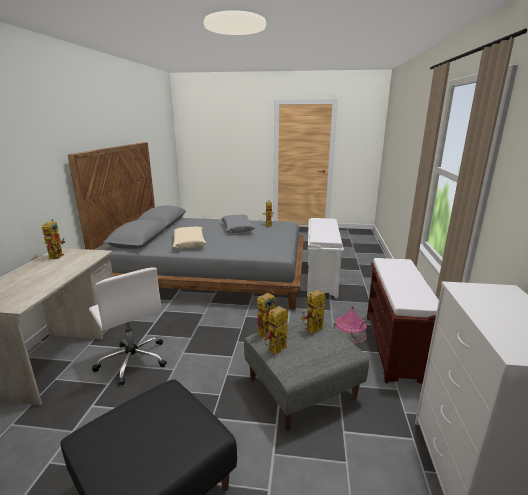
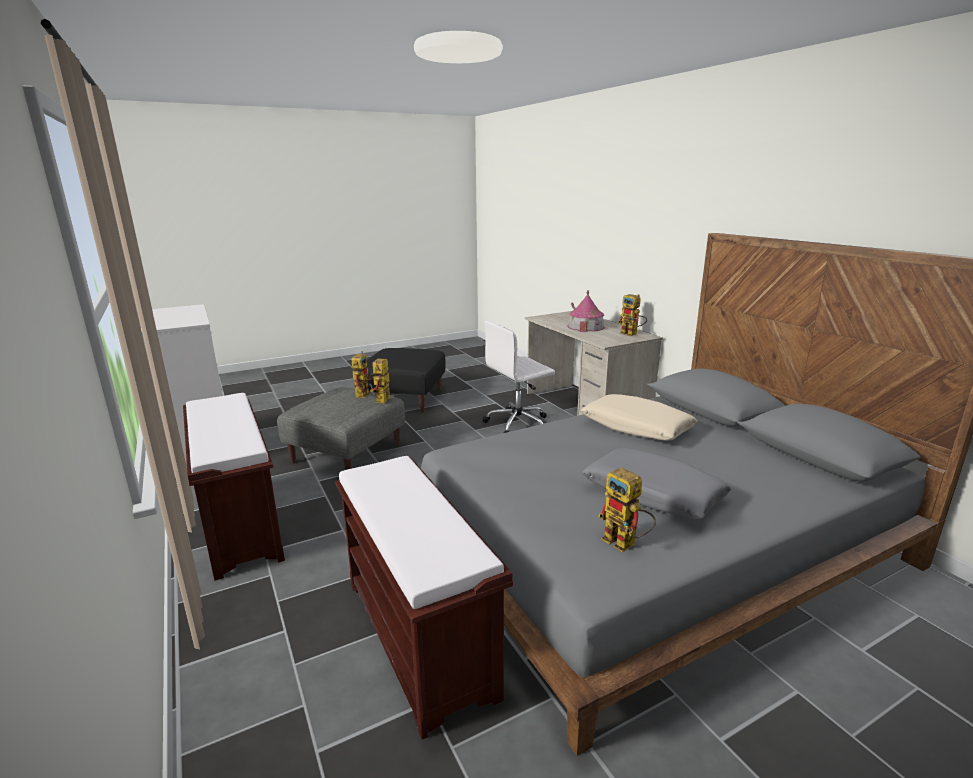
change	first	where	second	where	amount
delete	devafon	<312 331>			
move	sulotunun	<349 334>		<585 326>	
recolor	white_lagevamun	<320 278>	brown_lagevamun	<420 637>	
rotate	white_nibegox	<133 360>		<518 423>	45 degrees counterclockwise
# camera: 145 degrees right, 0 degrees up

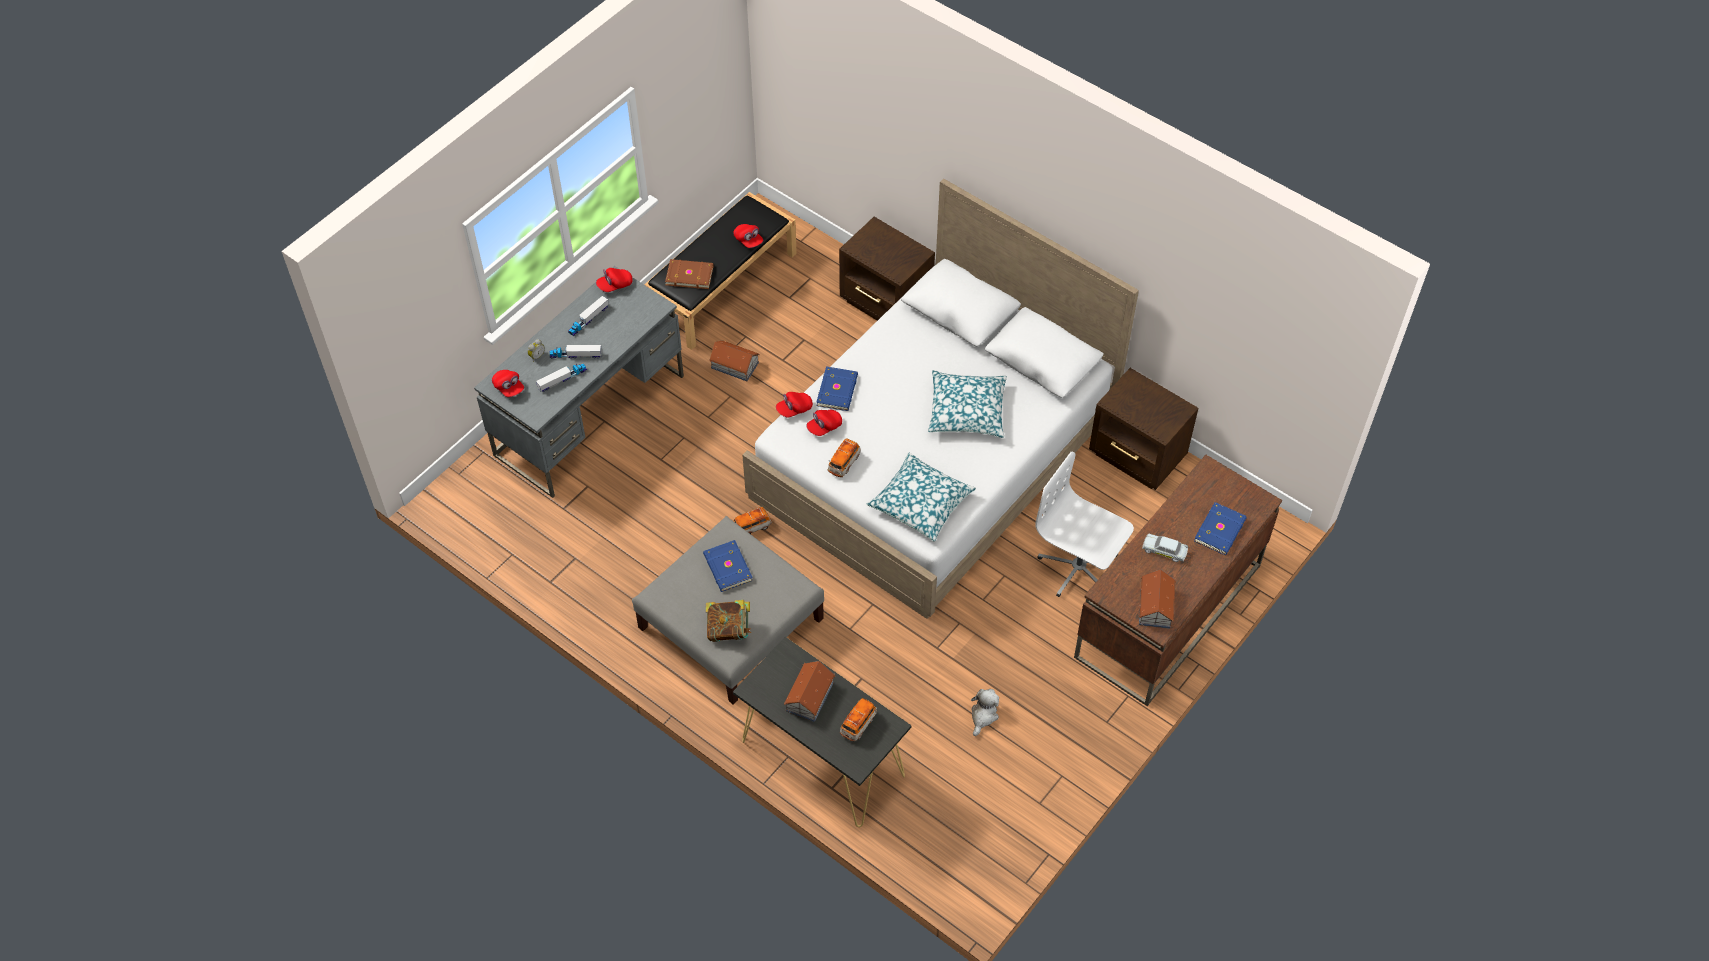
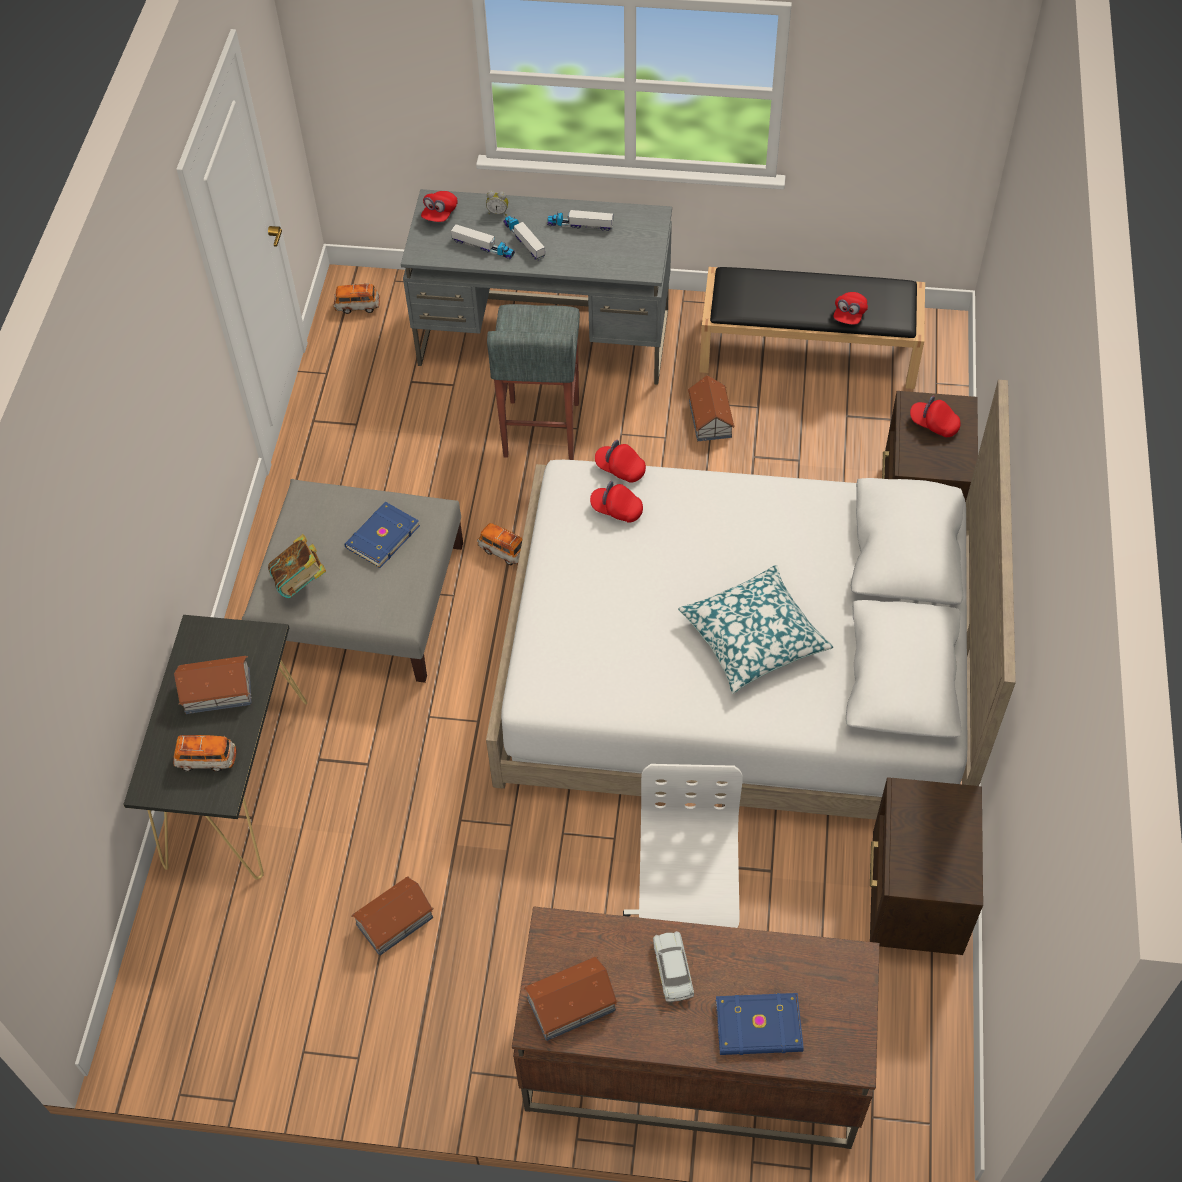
change	first	where	second	where	amount
delete	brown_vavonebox	<689 275>			
delete	blue_vavonebox	<838 390>			
delete	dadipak	<921 503>			
insert			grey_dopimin	<540 430>	
move	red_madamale	<615 285>		<933 424>	
move	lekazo	<844 463>		<357 306>	
replace	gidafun	<983 715>	sulotunun	<393 921>	
# camera: 60 degrees right, 0 degrees up

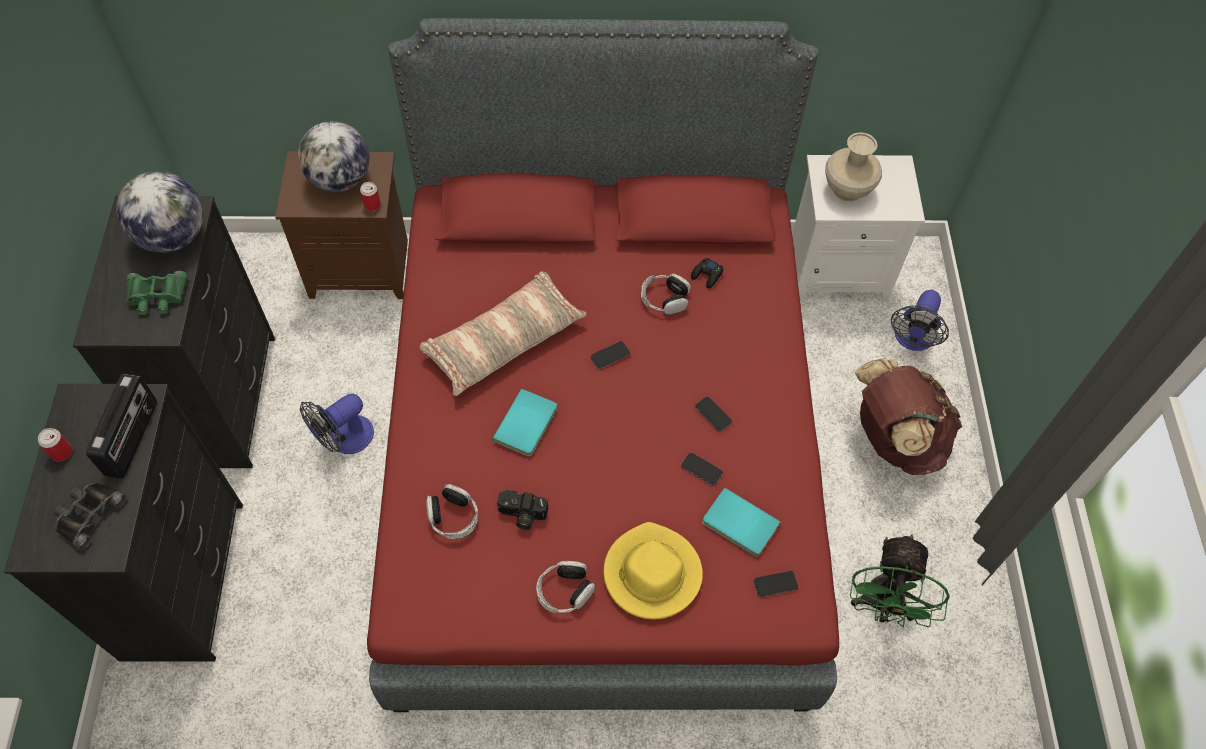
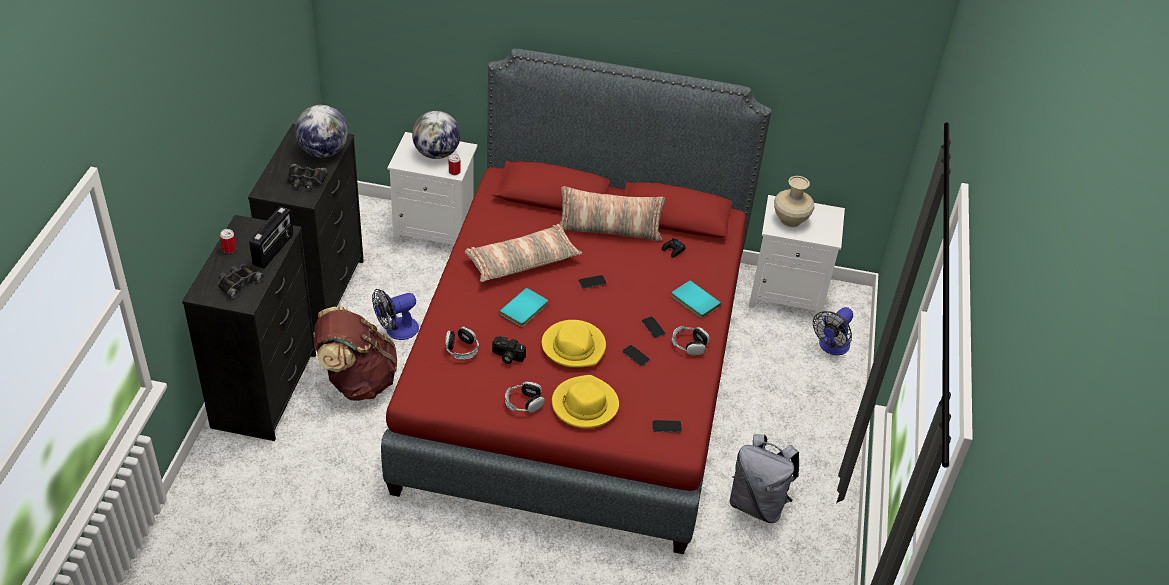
change	first	where	second	where	amount
insert			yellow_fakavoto	<574 346>	
insert			dadipak	<609 230>	
move	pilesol	<664 299>		<689 345>	
move	turquoise_vavonebox	<739 525>		<694 301>	
move	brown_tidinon	<894 439>		<357 381>	
replace	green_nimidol	<882 606>	grey_tidinon	<758 504>	
recolor	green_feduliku	<157 296>	black_feduliku	<306 180>	
recolor	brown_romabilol	<362 267>	white_romabilol	<436 230>	
# camera: 10 degrees right, 15 degrees down

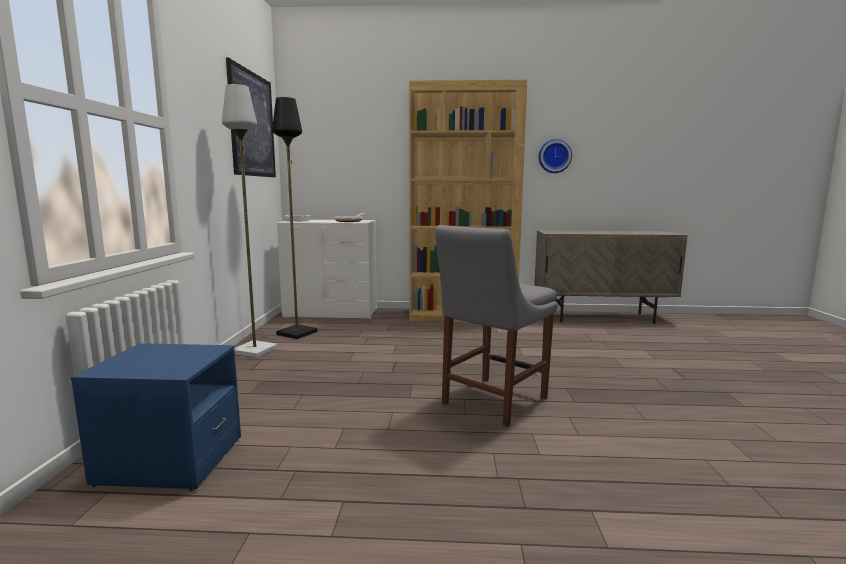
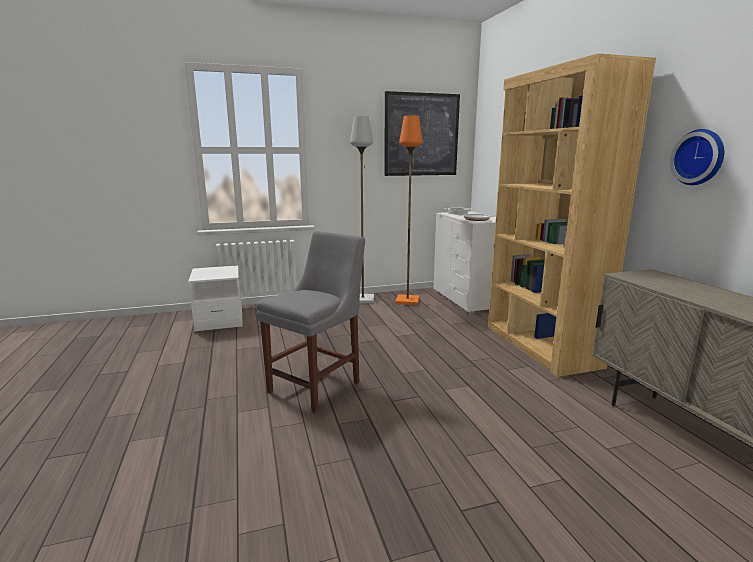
change	first	where	second	where	amount
recolor	blue_romabilol	<170 460>	white_romabilol	<219 321>	
recolor	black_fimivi	<297 333>	orange_fimivi	<408 301>	
rotate	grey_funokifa	<491 402>		<318 385>	105 degrees clockwise
# camera: 70 degrees right, 5 degrees up

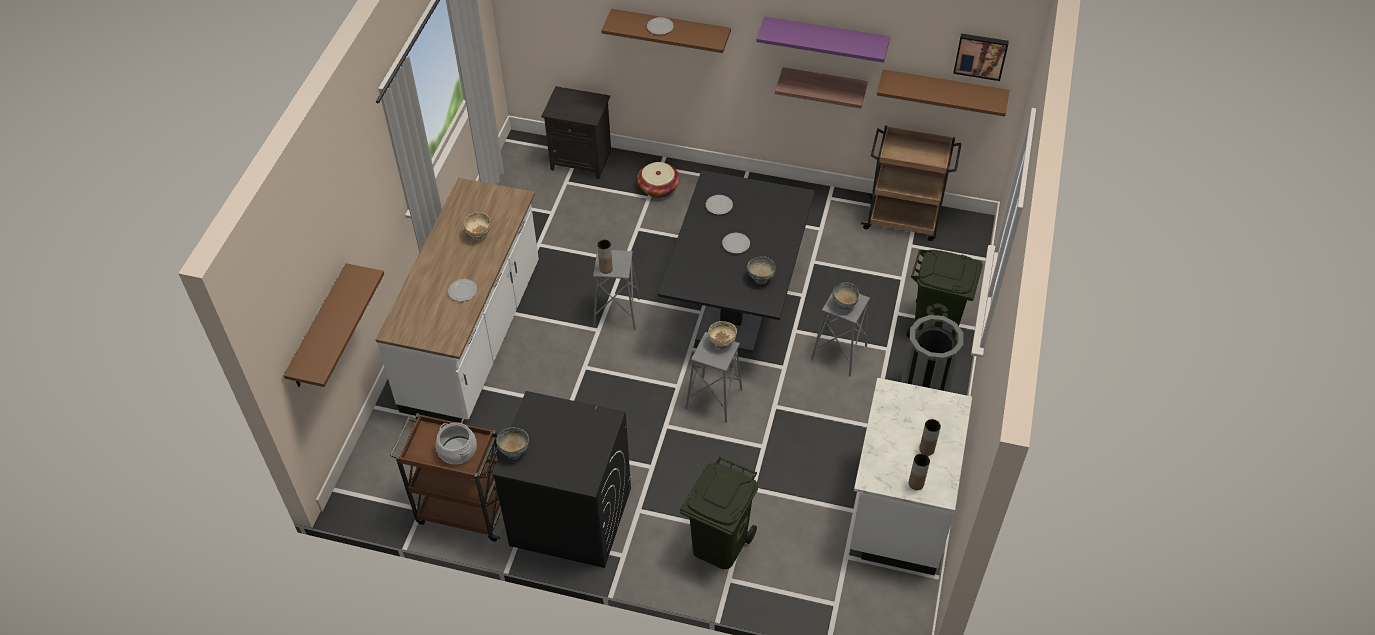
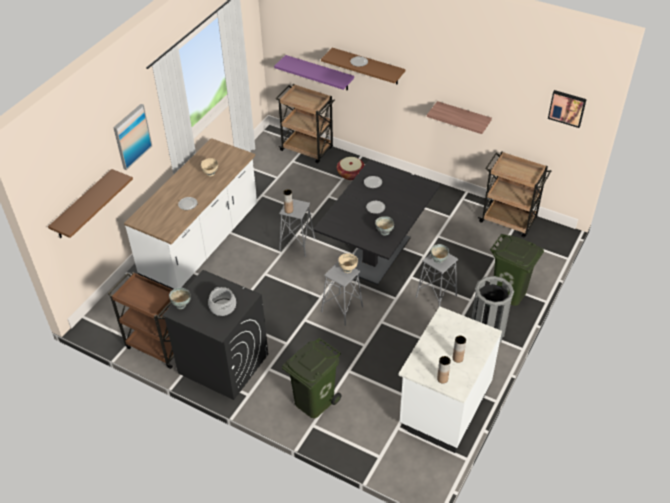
change	first	where	second	where	amount
delete	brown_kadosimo	<943 91>			
insert			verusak	<132 136>	
move	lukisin	<457 450>		<222 307>	
move	purple_kadosimo	<825 38>		<319 73>	
replace	black_romabilol	<582 160>	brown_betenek	<307 149>	
# camera: 15 degrees right, 5 degrees down

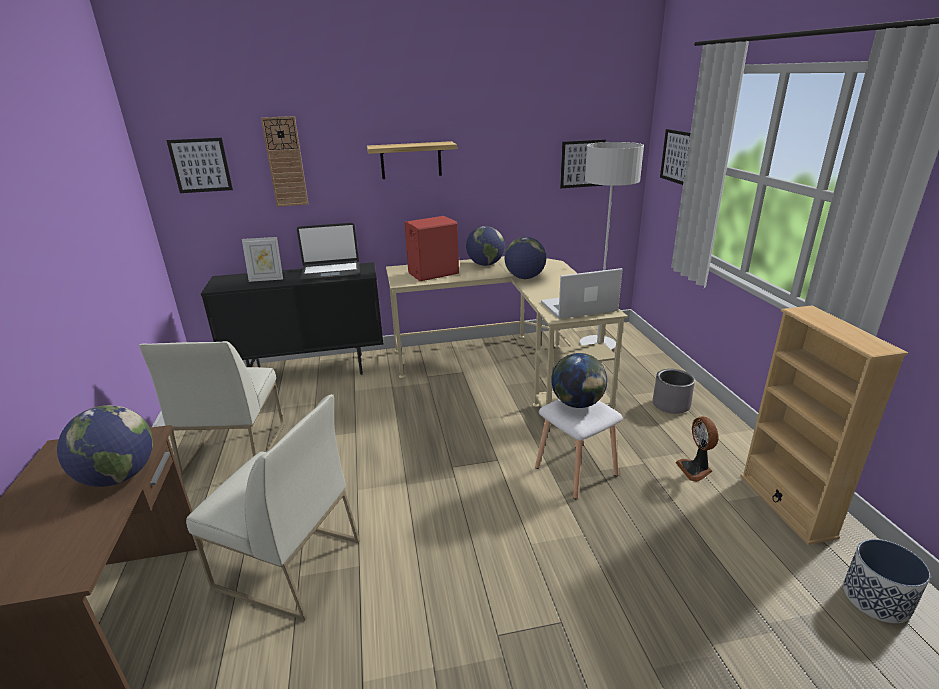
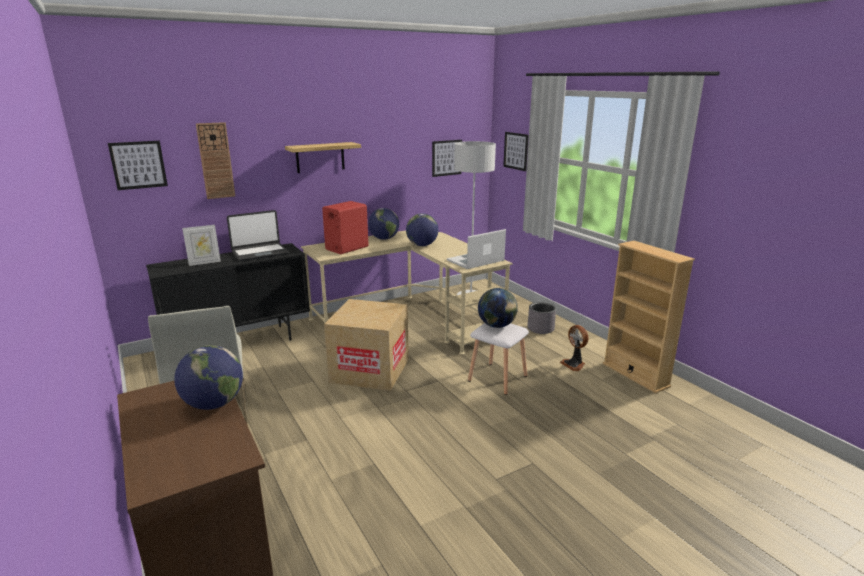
change	first	where	second	where	amount
delete	white_funokifa	<287 564>			
delete	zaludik	<876 599>			
insert			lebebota	<370 370>	
# camera: 20 degrees left, 5 degrees down

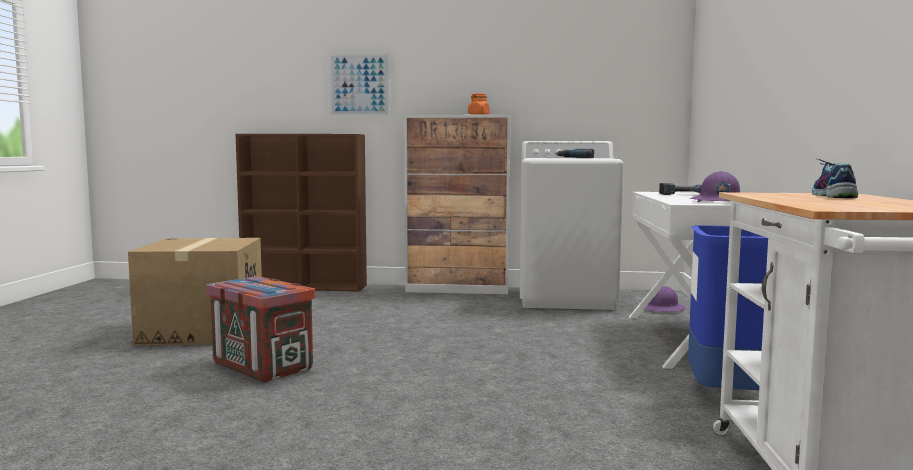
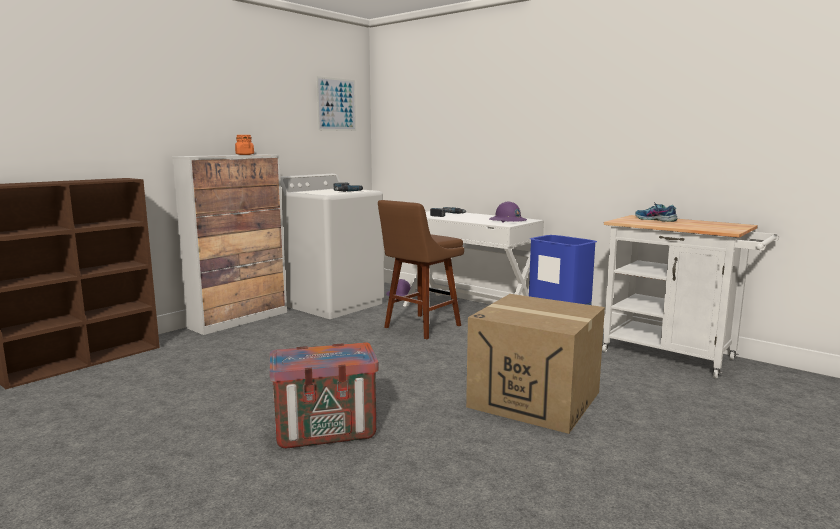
change	first	where	second	where	amount
insert			brown_dopimin	<420 327>	
move	lebebota	<203 331>		<535 399>	
move	verusak	<359 84>		<336 104>	
# camera: 55 degrees left, 5 degrees up

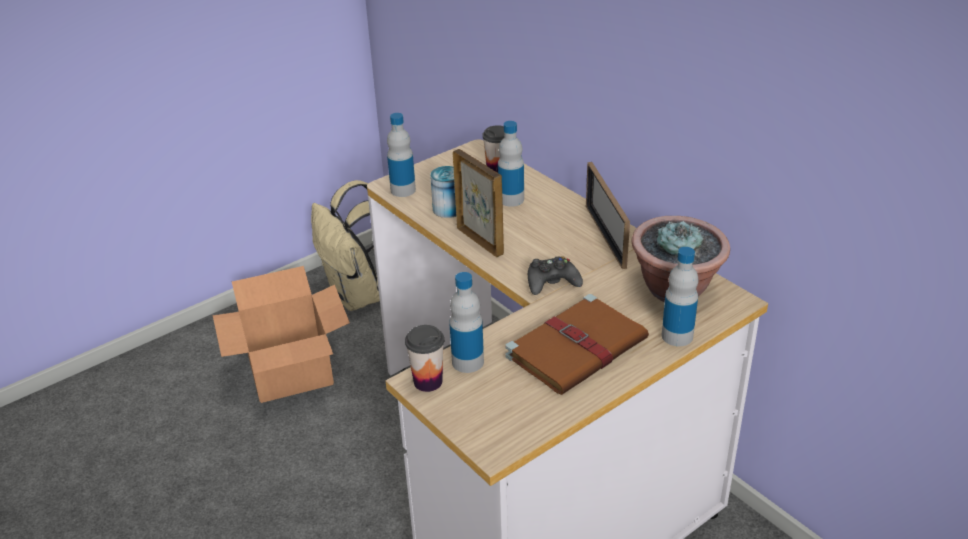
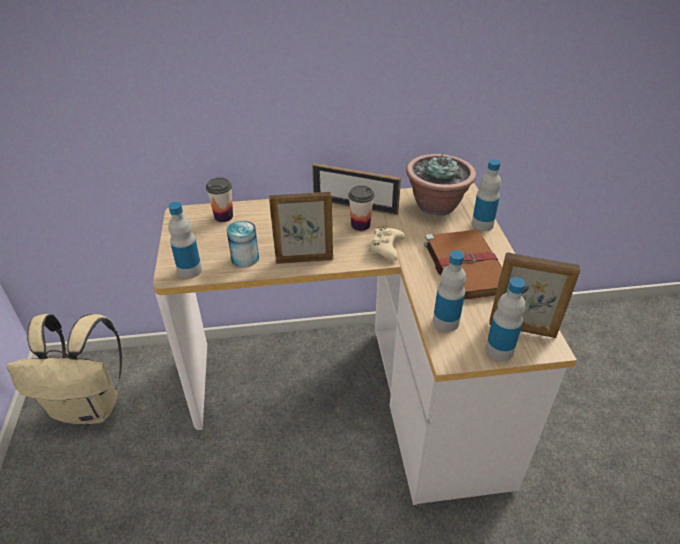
change	first	where	second	where	amount
delete	lebebota	<292 371>			
insert			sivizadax	<522 329>	
move	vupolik	<428 382>		<360 225>	
move	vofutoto	<511 199>		<499 350>	
recolor	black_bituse	<552 282>	beige_bituse	<385 248>	
# camera: 60 degrees left, 5 degrees up

